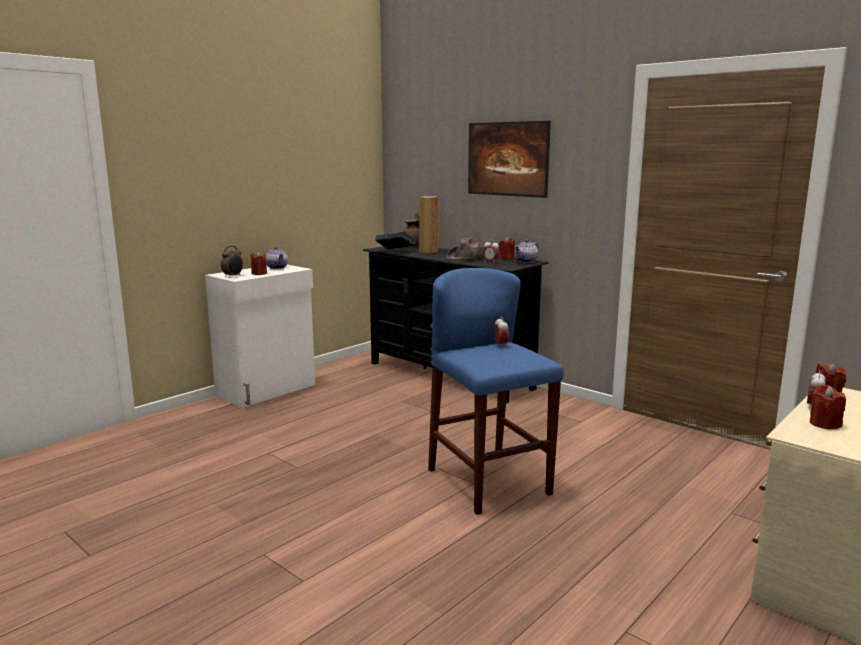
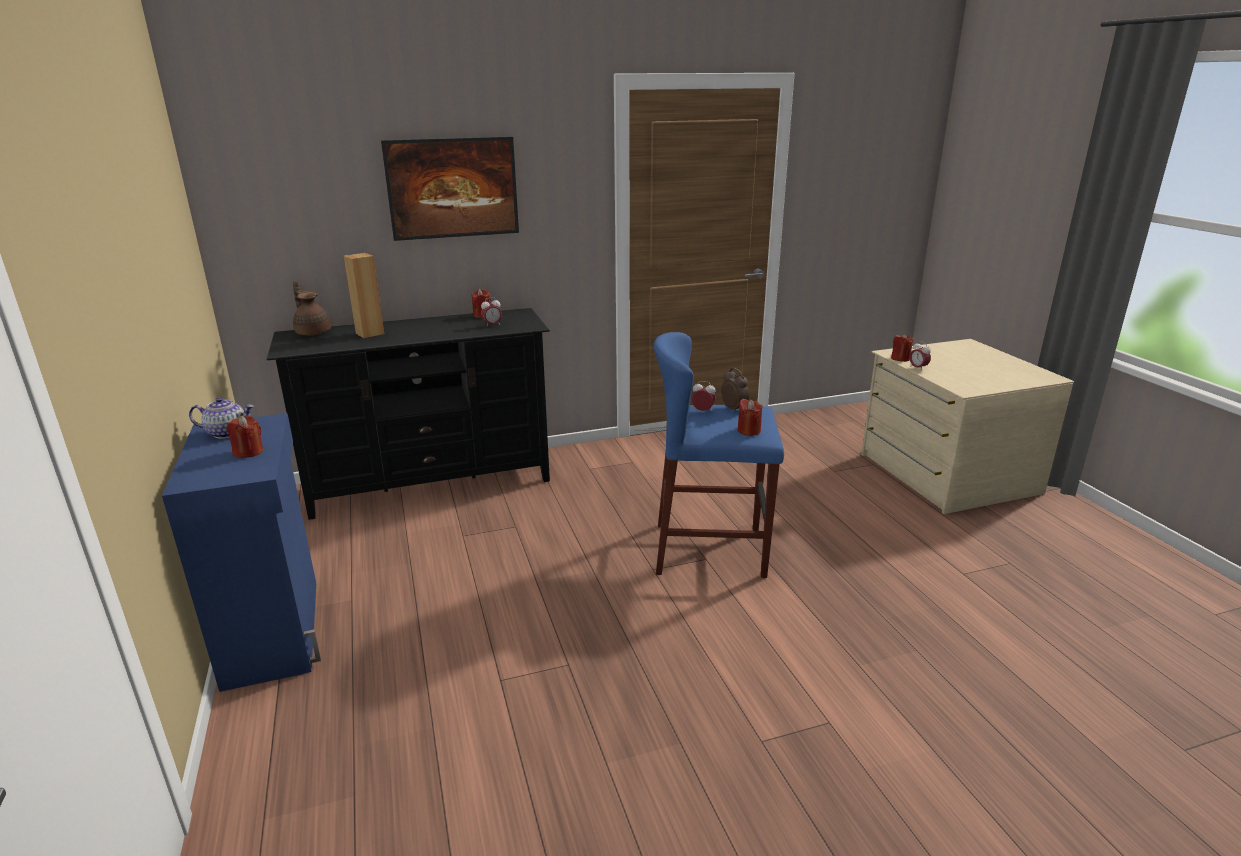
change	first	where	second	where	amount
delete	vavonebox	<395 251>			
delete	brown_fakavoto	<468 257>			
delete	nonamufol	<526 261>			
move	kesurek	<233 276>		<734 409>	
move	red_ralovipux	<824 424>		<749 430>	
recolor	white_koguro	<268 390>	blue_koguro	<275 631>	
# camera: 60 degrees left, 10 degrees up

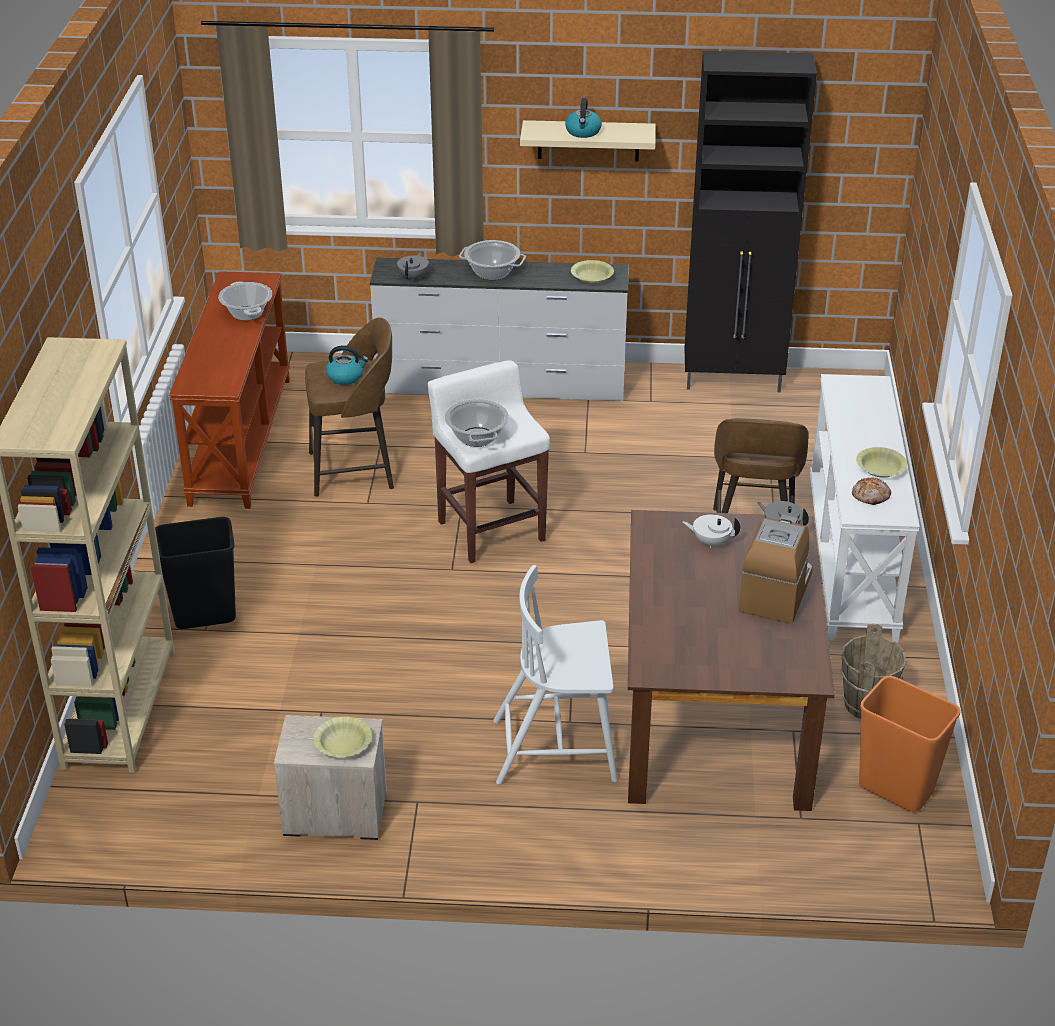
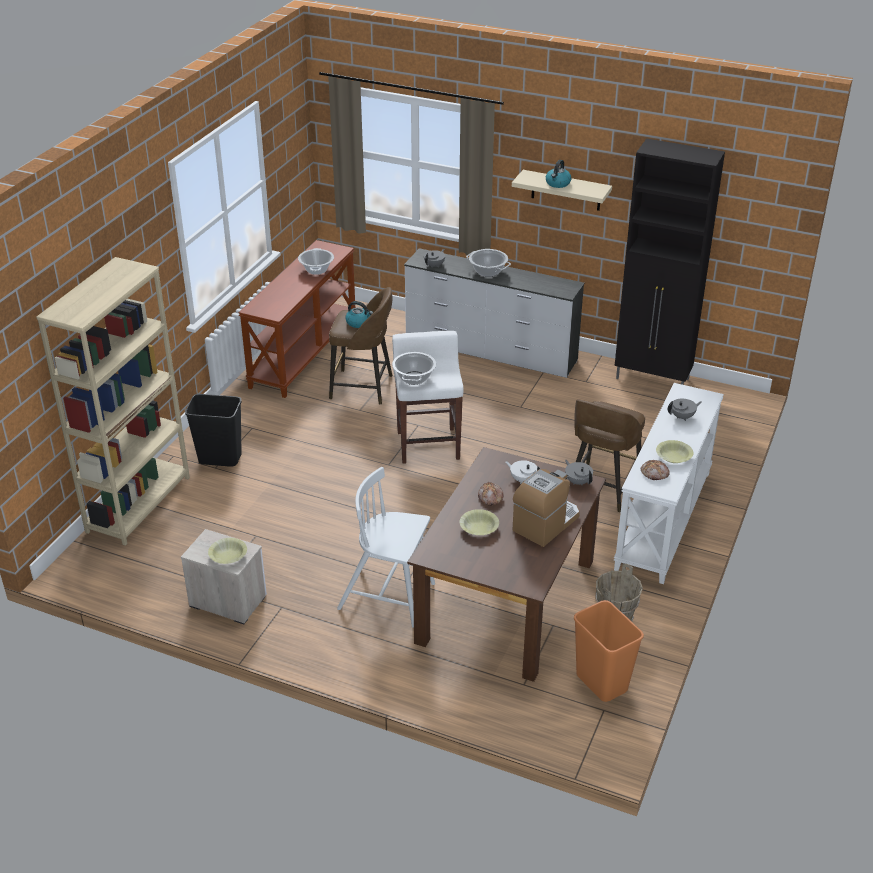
change	first	where	second	where	amount
insert			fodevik	<490 497>	
insert			grey_nonamufol	<682 417>	
move	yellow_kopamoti	<592 277>		<479 527>	
# camera: 20 degrees right, 0 degrees up

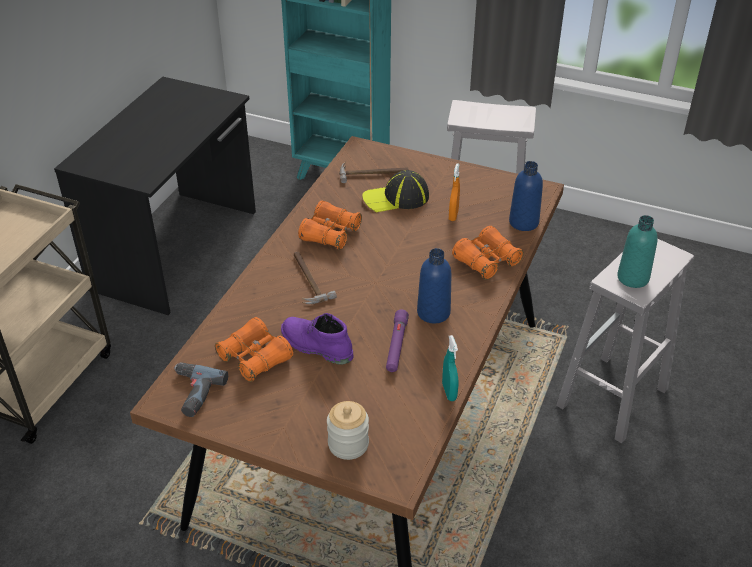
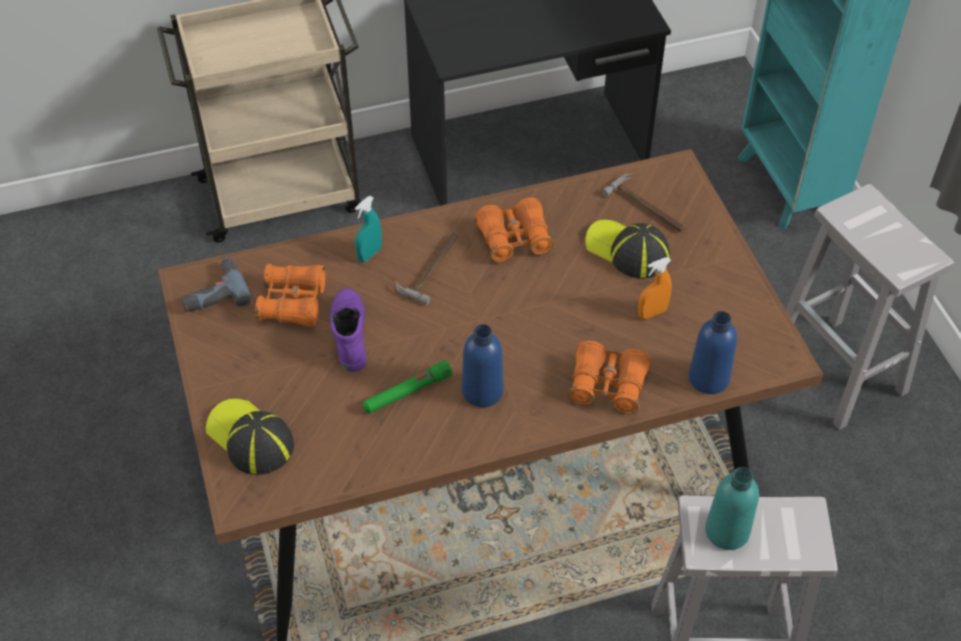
change	first	where	second	where	amount
move	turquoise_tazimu	<449 392>		<369 254>	
replace	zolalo	<348 444>	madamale	<250 438>	
recolor	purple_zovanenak	<396 346>	green_zovanenak	<407 392>	
# camera: 50 degrees right, 10 degrees up

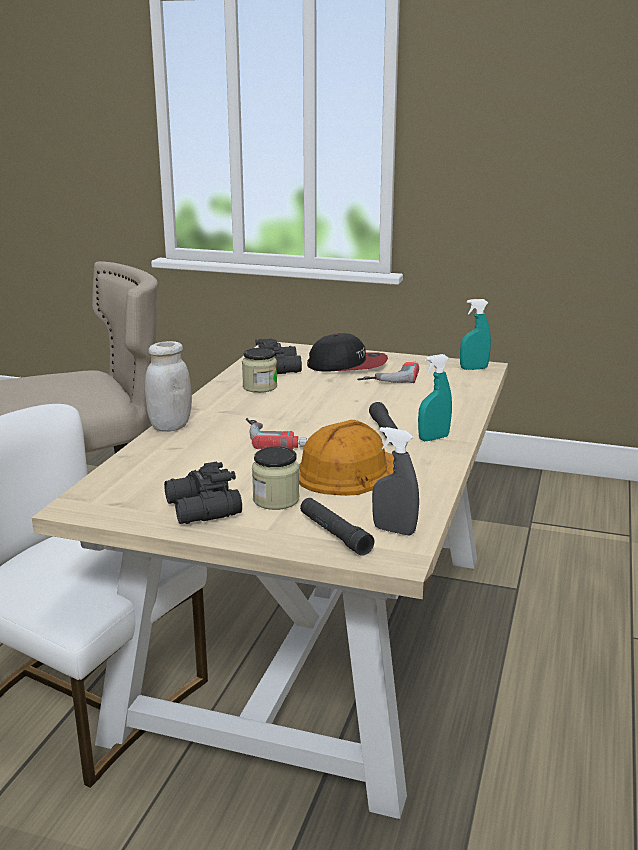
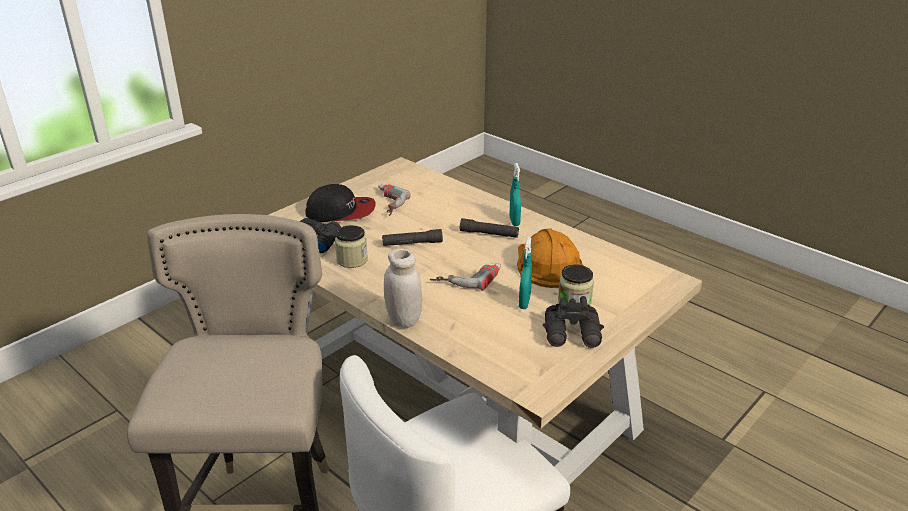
change	first	where	second	where	amount
delete	grey_tazimu	<394 530>			
move	black_zovanenak	<334 534>		<412 243>	
move	turquoise_tazimu	<473 368>		<524 302>	
rotate	madamale	<347 365>		<341 212>	60 degrees clockwise
# camera: 65 degrees left, 10 degrees up

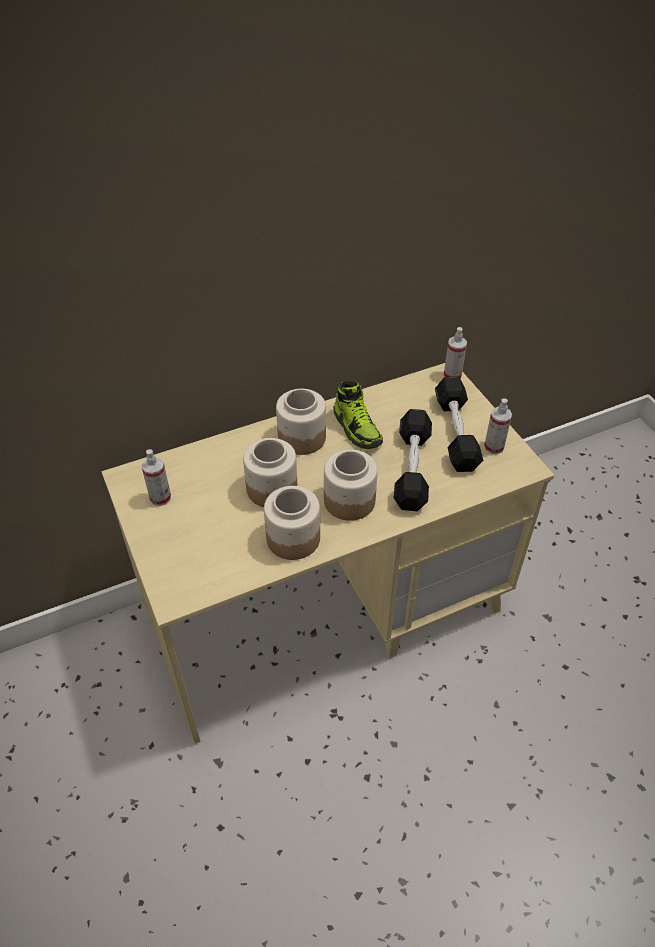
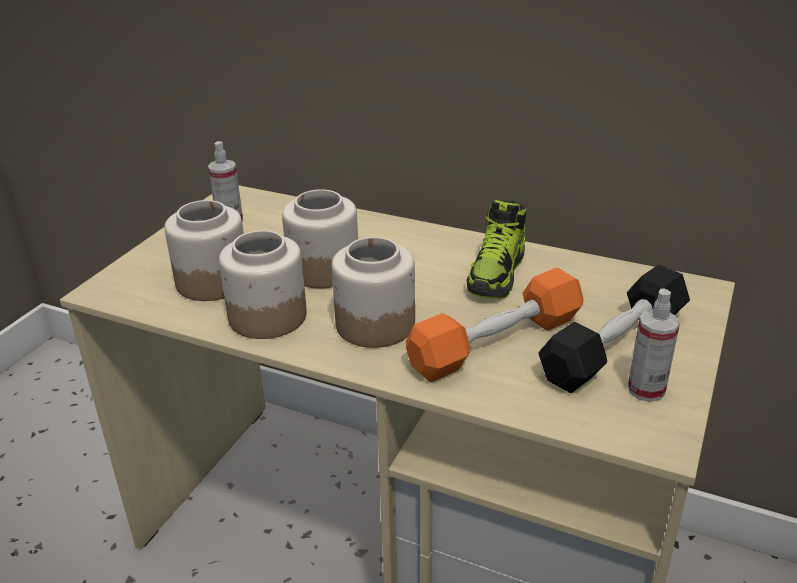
change	first	where	second	where	amount
delete	tazimu	<452 375>			
move	zolalo	<301 437>		<213 281>	
recolor	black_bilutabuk	<412 468>	orange_bilutabuk	<496 343>	
# camera: 50 degrees right, 15 degrees down

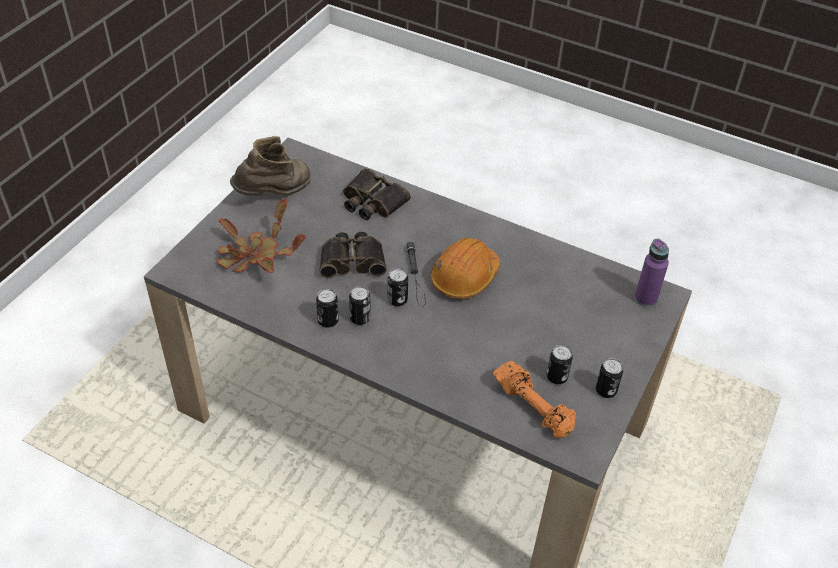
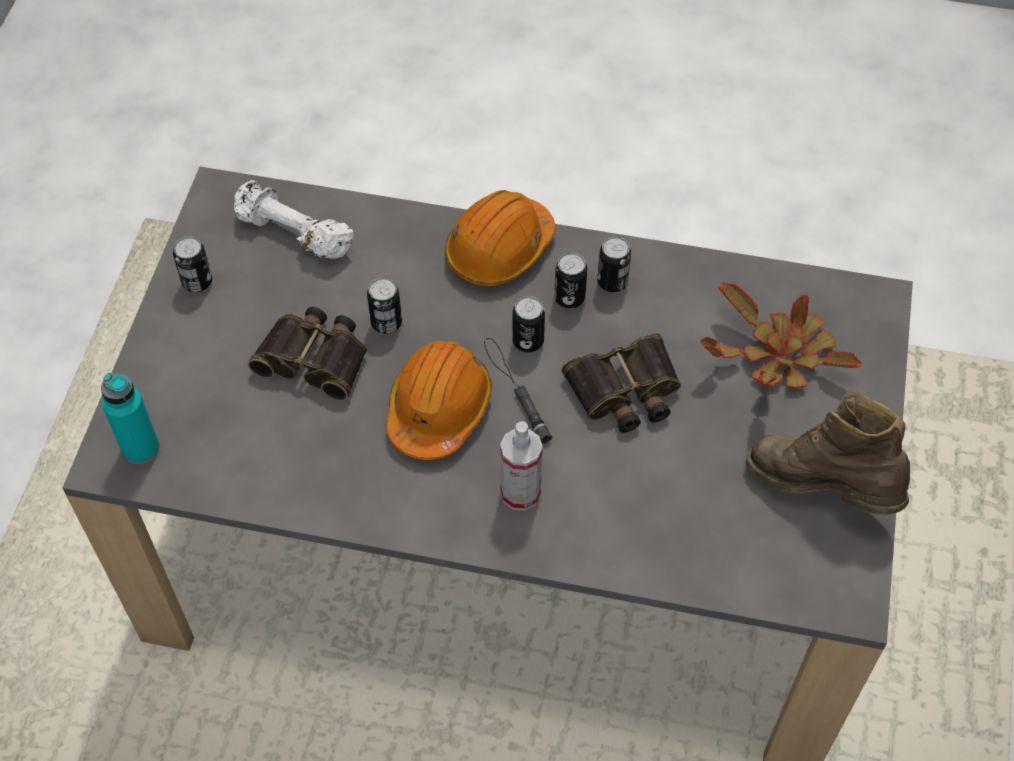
change	first	where	second	where	amount
insert			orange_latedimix	<499 249>	
insert			tazimu	<520 493>	
move	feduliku	<372 202>		<315 358>	
move	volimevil	<556 377>		<386 323>	
recolor	orange_bilutabuk	<534 407>	white_bilutabuk	<292 234>	
recolor	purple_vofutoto	<645 298>	turquoise_vofutoto	<141 448>	
rotate	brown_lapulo	<275 194>		<822 489>	90 degrees clockwise
# camera: 165 degrees right, 10 degrees up

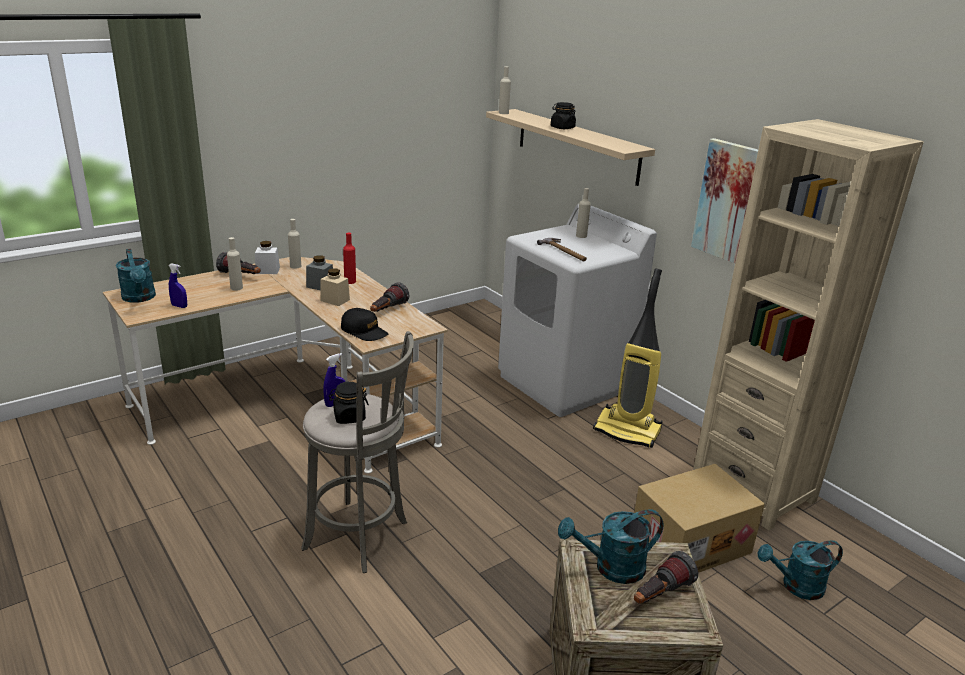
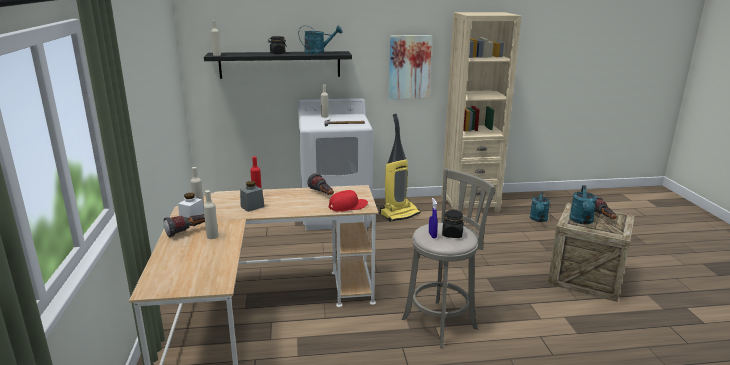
change	first	where	second	where	amount
delete	blue_tazimu	<179 306>			
delete	beige_zolalo	<335 300>			
delete	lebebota	<690 542>			
move	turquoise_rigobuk	<140 298>		<318 53>	
recolor	black_madamale	<364 331>	red_madamale	<348 206>	
recolor	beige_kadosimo	<576 145>	black_kadosimo	<280 64>	
# camera: 60 degrees left, 5 degrees down

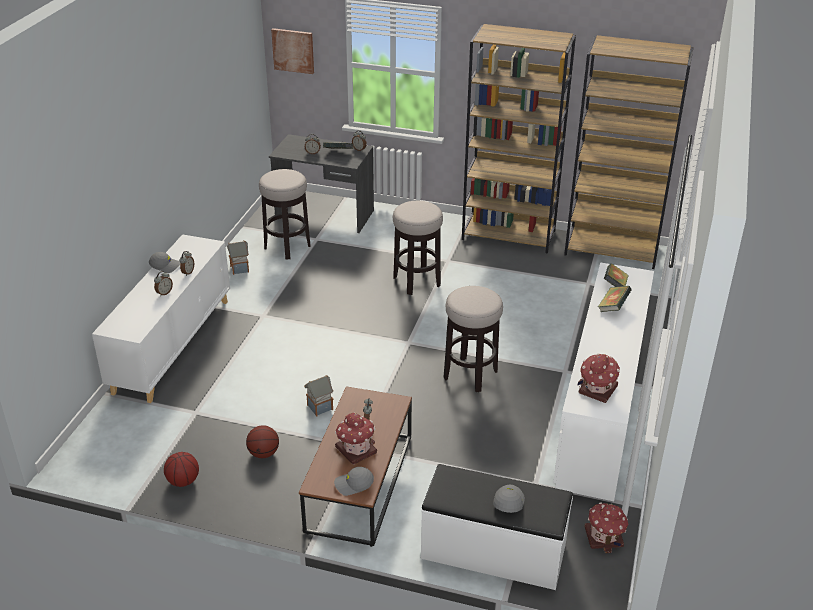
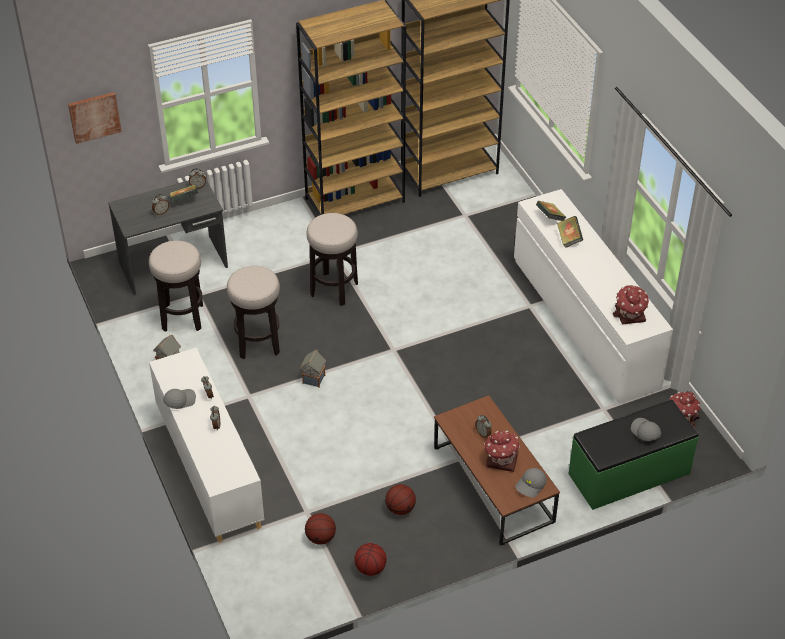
change	first	where	second	where	amount
insert			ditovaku	<320 538>	
move	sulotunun	<319 408>		<313 380>	
move	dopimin	<470 374>		<258 343>	
recolor	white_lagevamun	<493 552>	green_lagevamun	<629 474>	
# camera: 40 degrees left, 10 degrees up

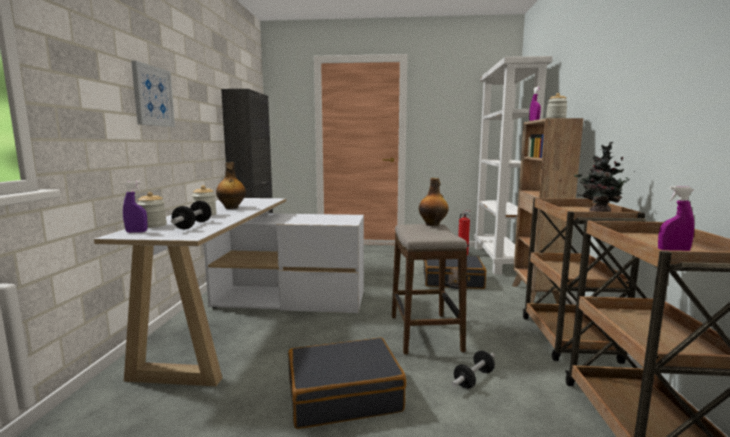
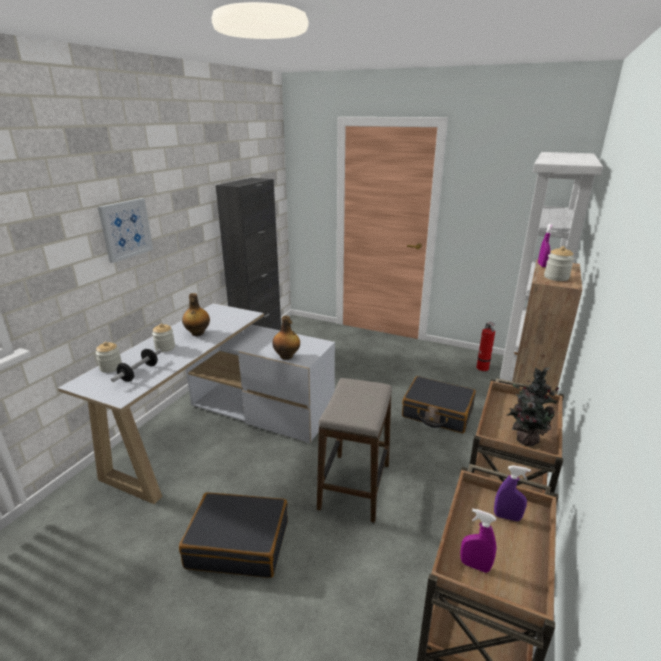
change	first	where	second	where	amount
delete	bilutabuk	<474 379>			
move	purple_tazimu	<136 232>		<507 517>	
move	vofutoto	<433 224>		<287 356>	
# camera: 20 degrees right, 15 degrees up

